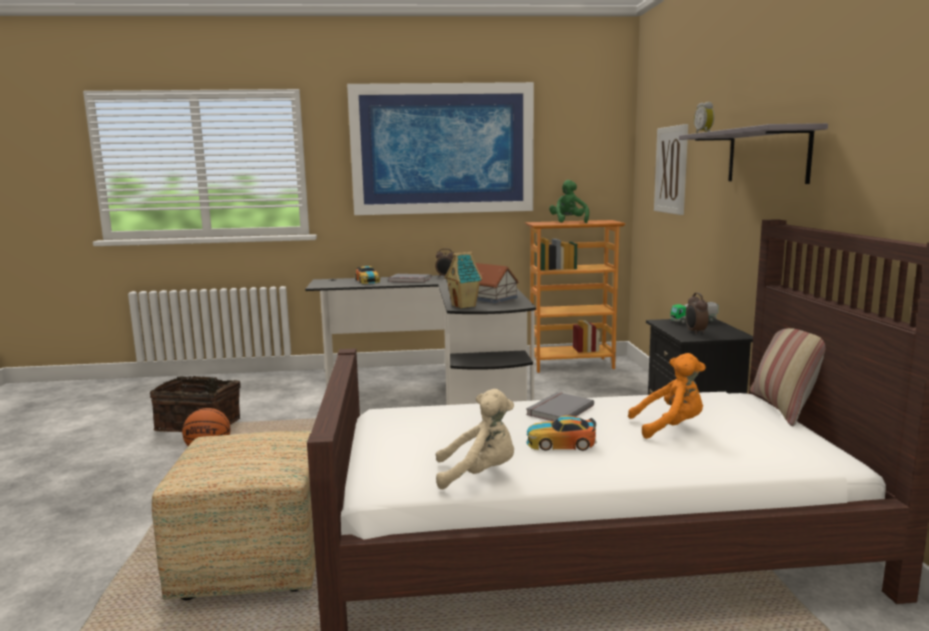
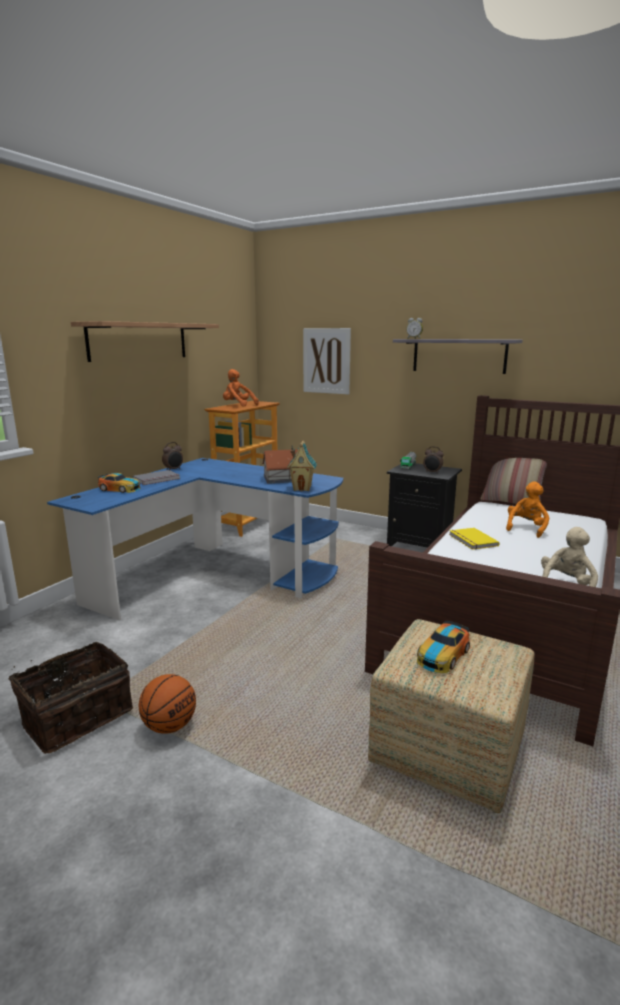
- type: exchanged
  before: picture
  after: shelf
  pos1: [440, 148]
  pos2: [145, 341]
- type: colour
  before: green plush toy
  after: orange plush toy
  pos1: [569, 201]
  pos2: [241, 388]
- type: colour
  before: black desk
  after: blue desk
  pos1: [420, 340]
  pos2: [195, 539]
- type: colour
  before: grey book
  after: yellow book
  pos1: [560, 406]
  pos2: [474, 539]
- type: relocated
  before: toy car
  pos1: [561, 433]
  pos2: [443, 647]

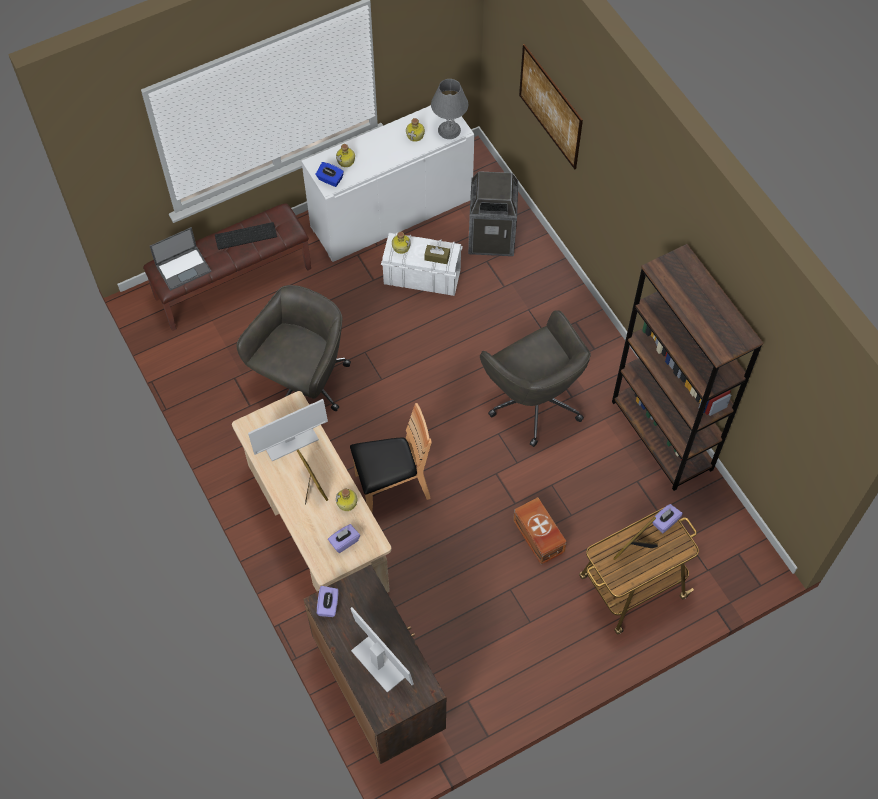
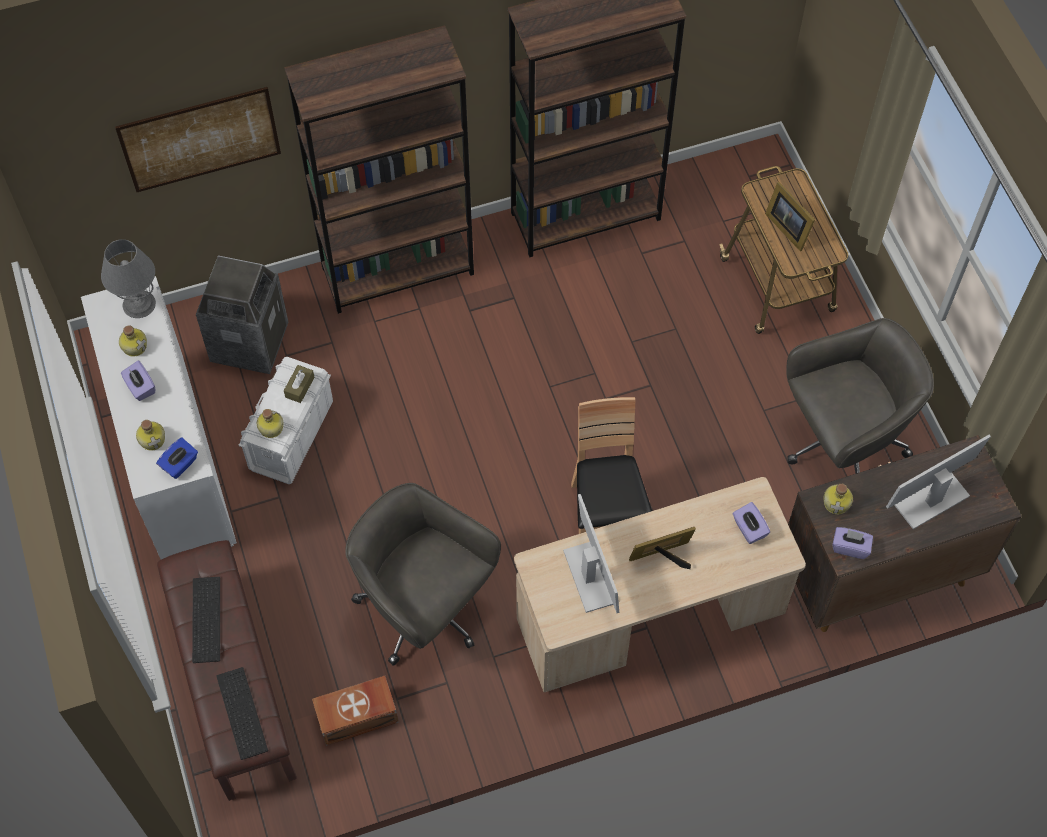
- type: exchanged
  before: laptop
  after: keyboard
  pos1: [180, 259]
  pos2: [242, 713]
- type: relocated
  before: grey office chair
  pos1: [535, 378]
  pos2: [860, 396]
- type: relocated
  before: bottle
  pos1: [346, 500]
  pos2: [838, 498]
- type: relocated
  before: brown storage box
  pos1: [540, 531]
  pos2: [355, 711]
- type: relocated
  before: purple tissue box
  pos1: [667, 518]
  pos2: [138, 380]
- type: appeared
  after: brown bookcase
  pos2: [379, 170]

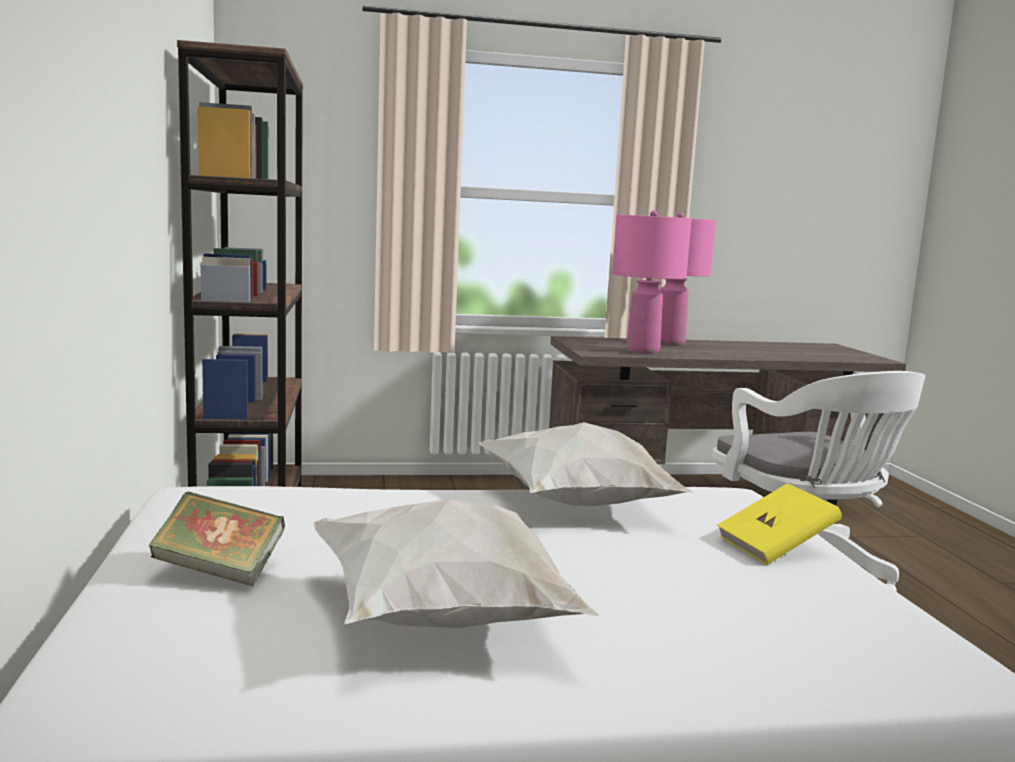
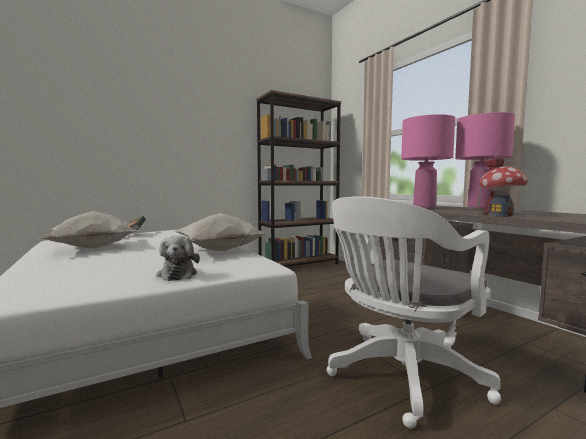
- type: exchanged
  before: yellow book
  after: plush toy
  pos1: [779, 524]
  pos2: [178, 258]
- type: appeared
  after: toy house
  pos2: [503, 187]

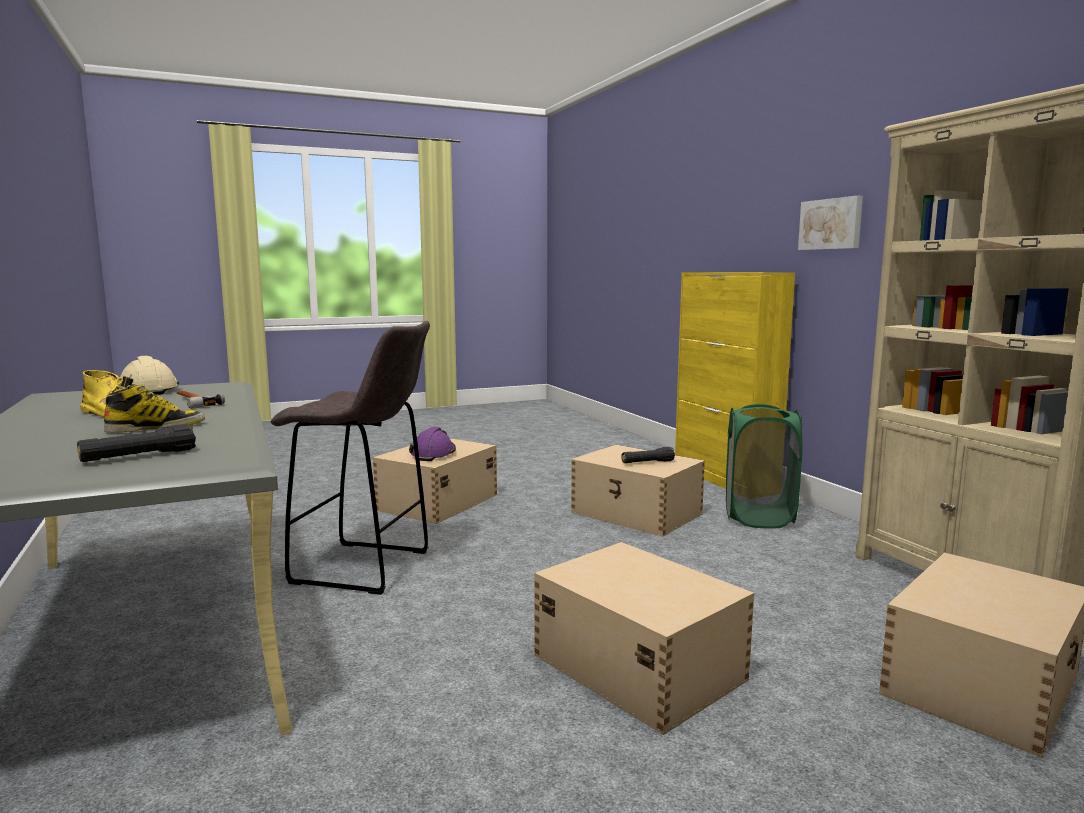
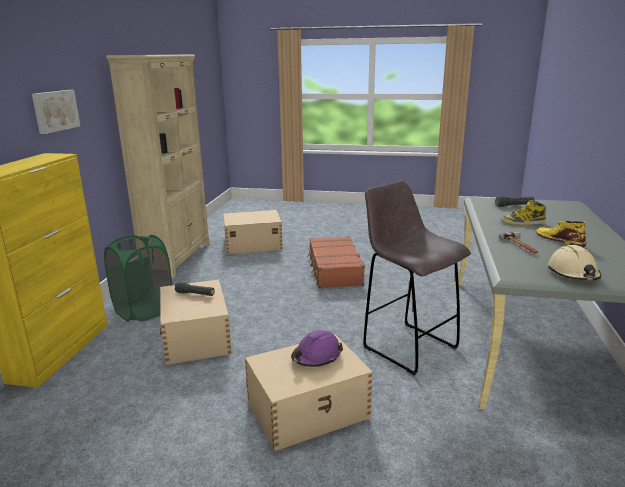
- type: exchanged
  before: beige storage box
  after: brown suitcase
  pos1: [644, 638]
  pos2: [336, 262]

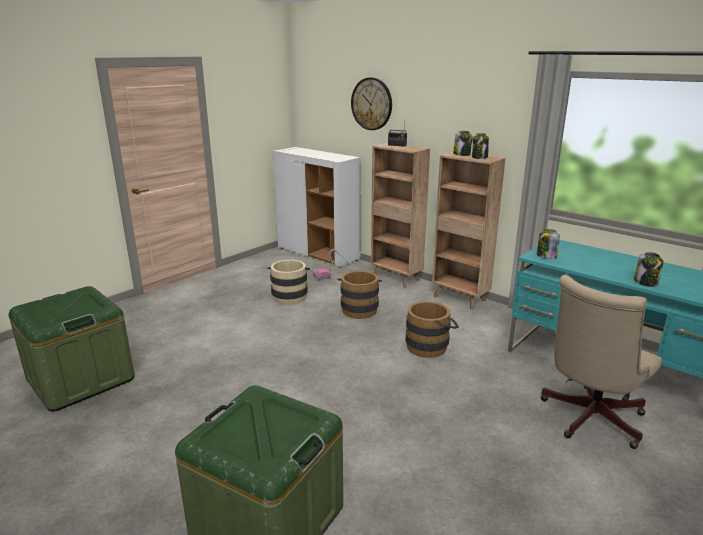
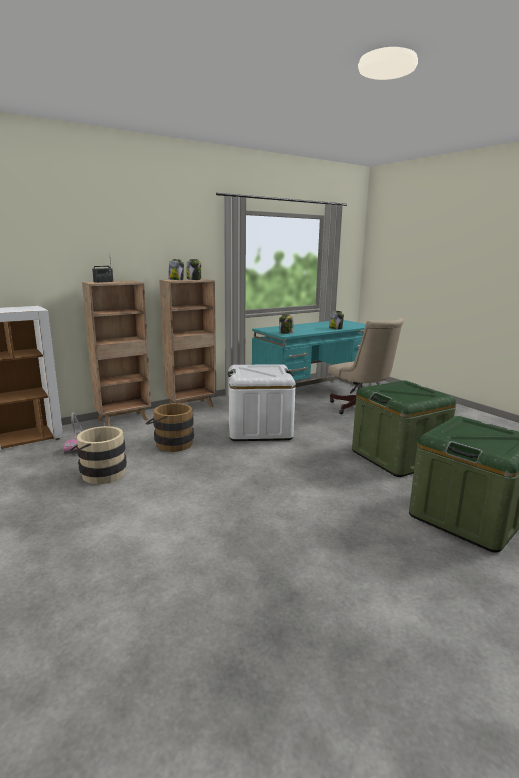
- type: missing
  before: wall clock
  pos1: [371, 103]
- type: relocated
  before: green storage box
  pos1: [72, 348]
  pos2: [404, 428]
- type: exchanged
  before: brown bucket
  after: white storage box
  pos1: [432, 329]
  pos2: [262, 402]

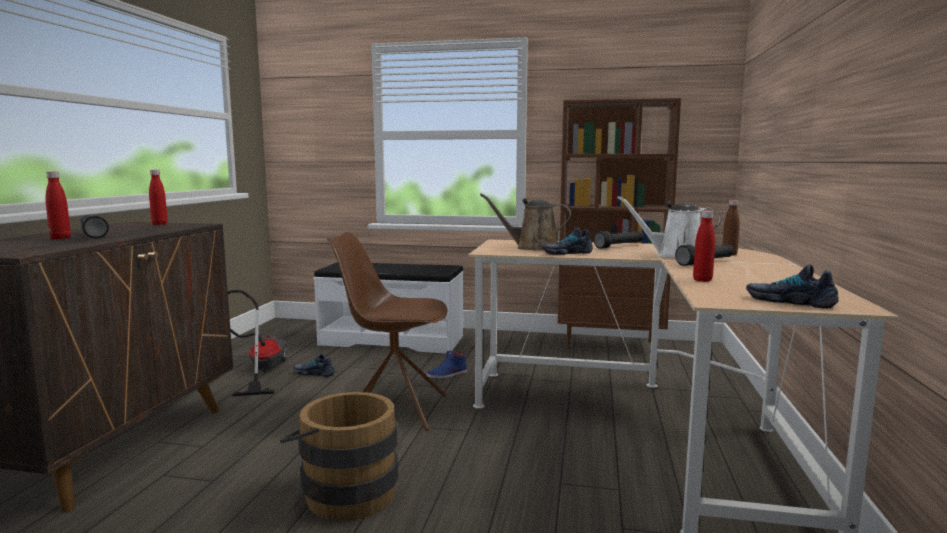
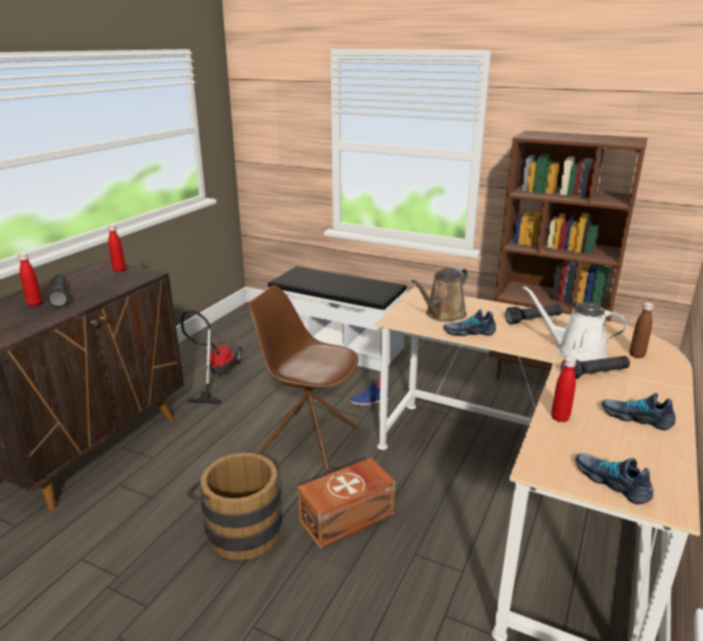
- type: spun
  before: brown watering can
  pos1: [525, 222]
  pos2: [439, 294]
  turn: -75
- type: relocated
  before: shoe
  pos1: [314, 365]
  pos2: [638, 411]
- type: appeared
  after: brown storage box
  pos2: [346, 503]

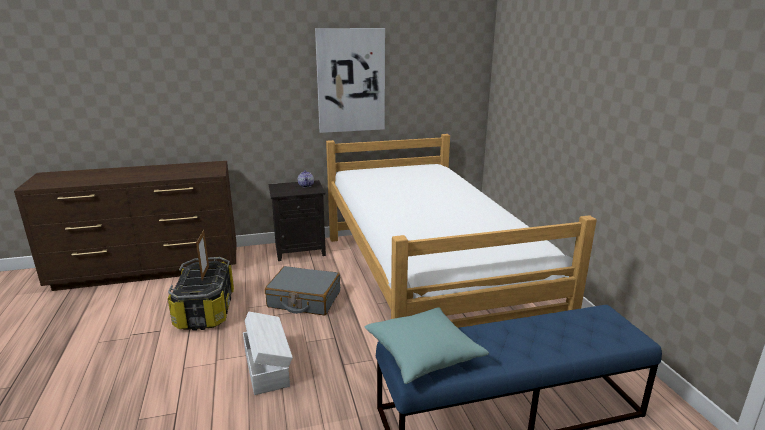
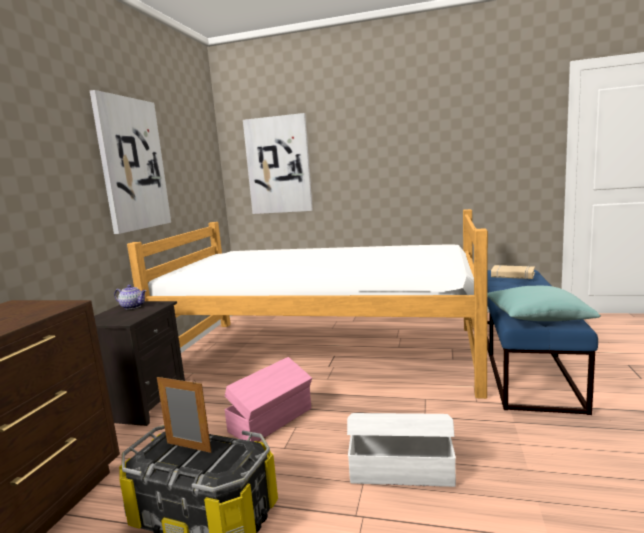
- type: exchanged
  before: grey suitcase
  after: pink storage box
  pos1: [302, 290]
  pos2: [268, 399]
- type: appeared
  after: picture
  pos2: [278, 163]
- type: appeared
  after: beige book
  pos2: [513, 272]

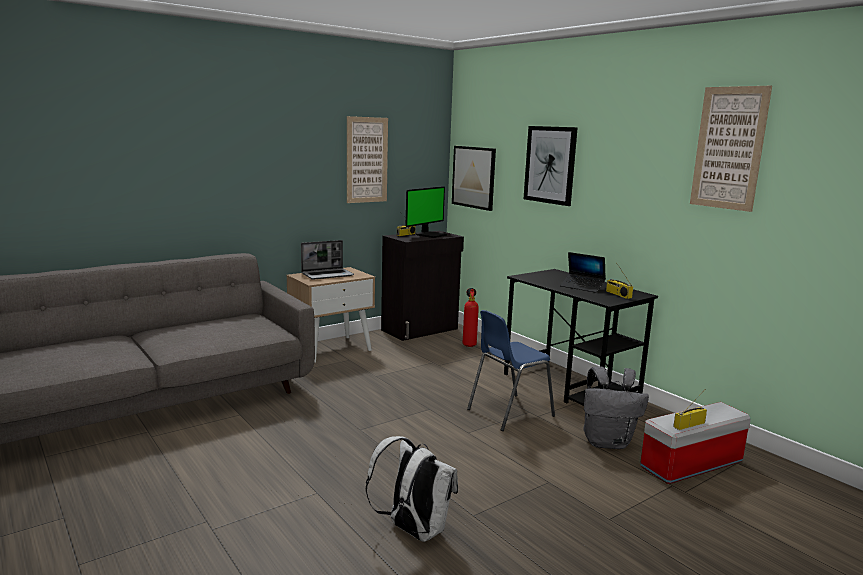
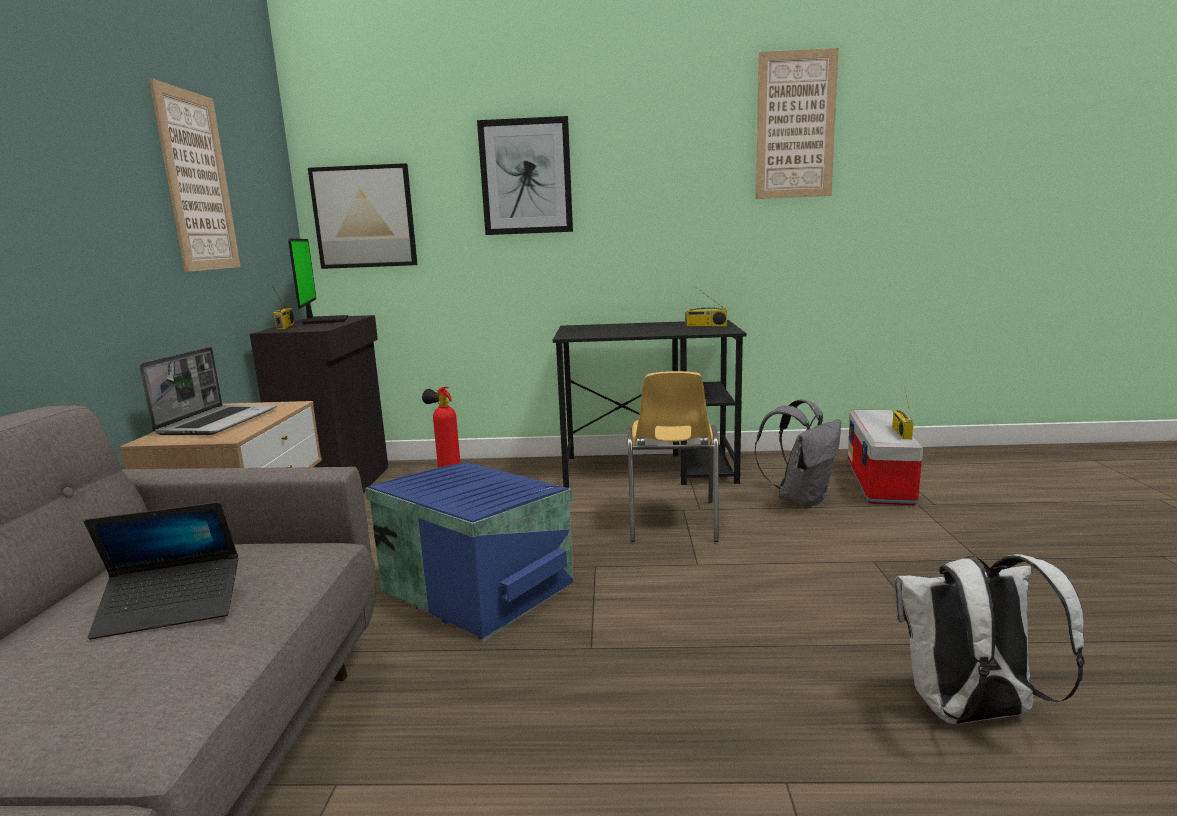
- type: relocated
  before: laptop
  pos1: [583, 272]
  pos2: [161, 571]
- type: colour
  before: blue chair
  after: yellow chair
  pos1: [511, 370]
  pos2: [673, 456]
- type: appeared
  after: blue storage box
  pos2: [469, 551]

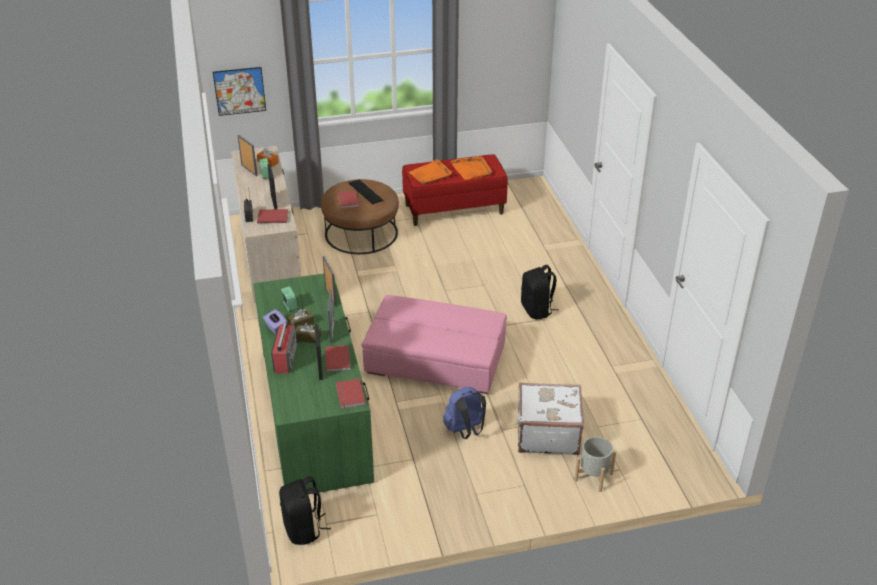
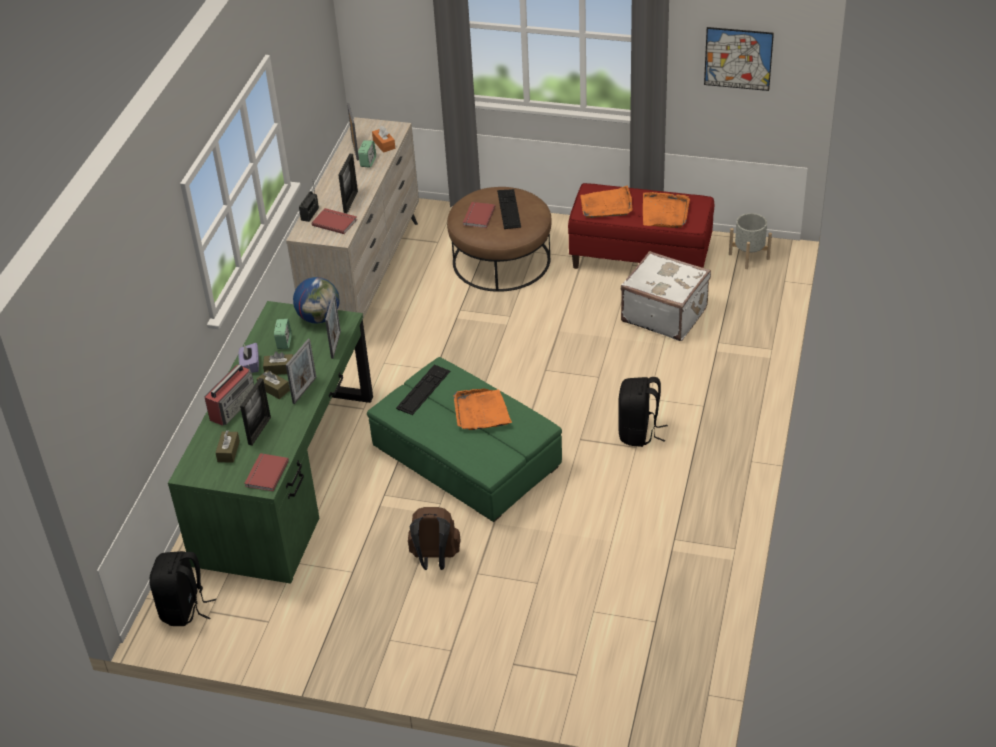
- type: relocated
  before: picture
  pos1: [239, 91]
  pos2: [739, 59]
- type: colour
  before: pink ottoman
  after: green ottoman
  pos1: [434, 344]
  pos2: [464, 439]
- type: missing
  before: red book
  pos1: [337, 358]
- type: relocated
  before: white suitcase
  pos1: [551, 419]
  pos2: [666, 296]
- type: colour
  before: blue backpack
  after: brown backpack
  pos1: [464, 413]
  pos2: [434, 538]
- type: relocated
  before: grey planter
  pos1: [595, 464]
  pos2: [750, 241]
- type: appeared
  after: globe
  pos2: [316, 300]
- type: appeared
  after: keyboard
  pos2: [423, 389]
- type: appeared
  after: orange tray
  pos2: [482, 409]
- type: appeared
  after: brown tissue box
  pos2: [227, 446]

